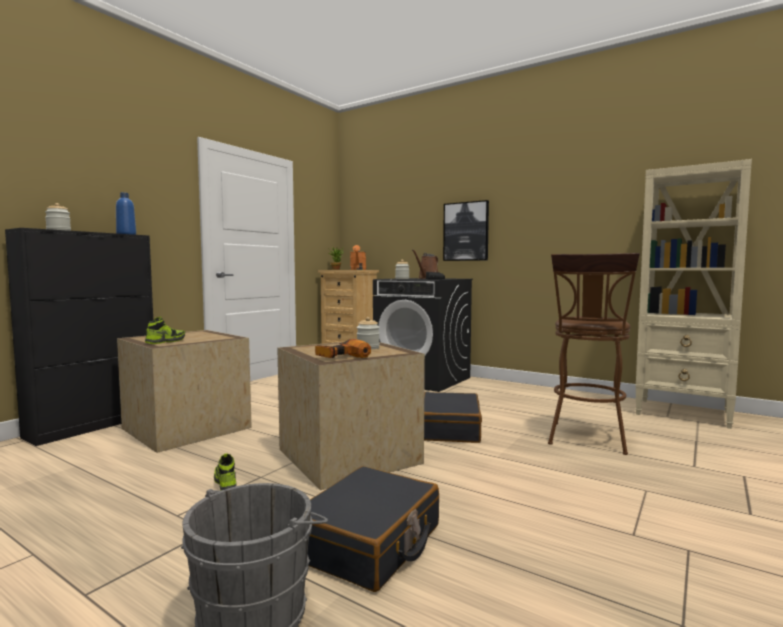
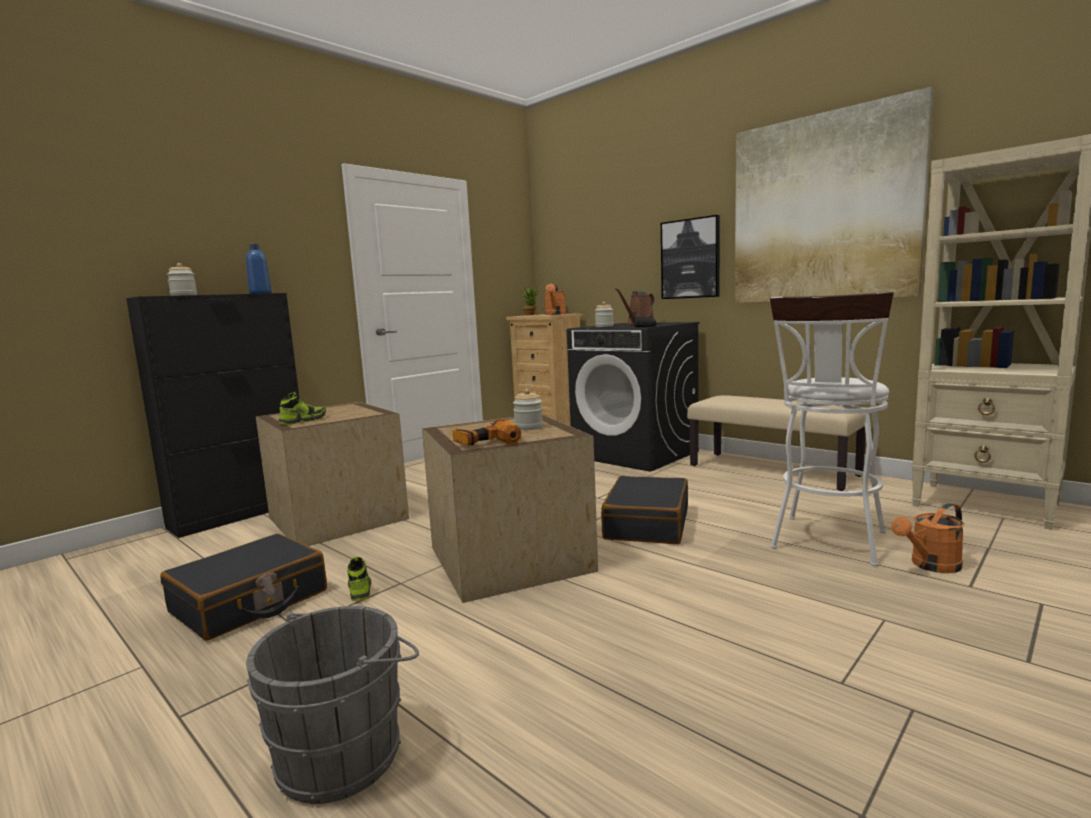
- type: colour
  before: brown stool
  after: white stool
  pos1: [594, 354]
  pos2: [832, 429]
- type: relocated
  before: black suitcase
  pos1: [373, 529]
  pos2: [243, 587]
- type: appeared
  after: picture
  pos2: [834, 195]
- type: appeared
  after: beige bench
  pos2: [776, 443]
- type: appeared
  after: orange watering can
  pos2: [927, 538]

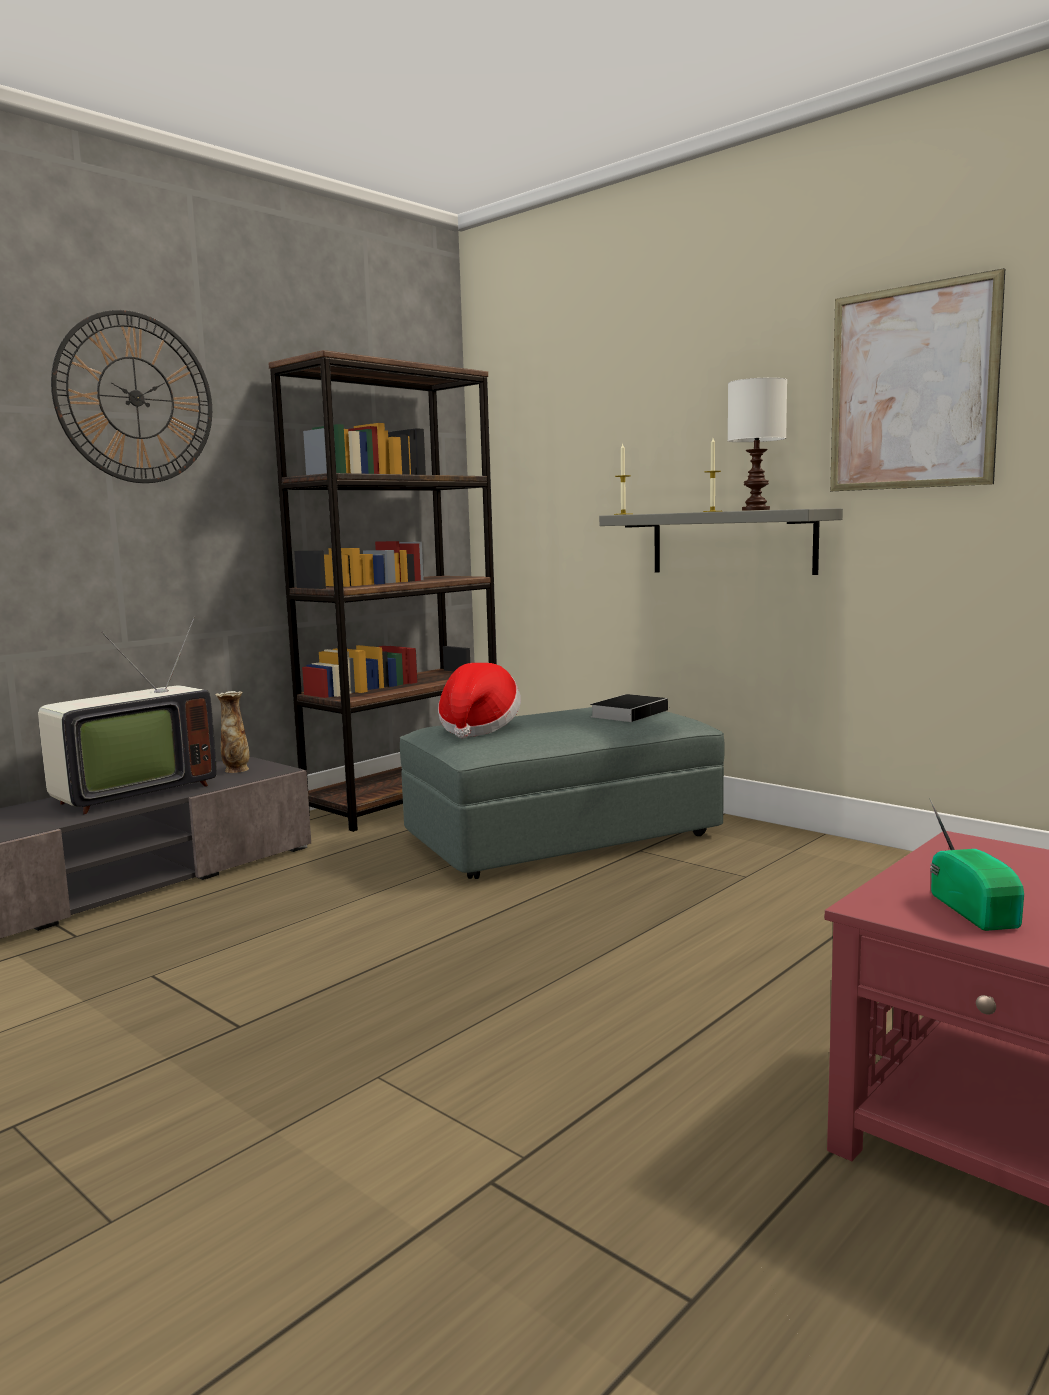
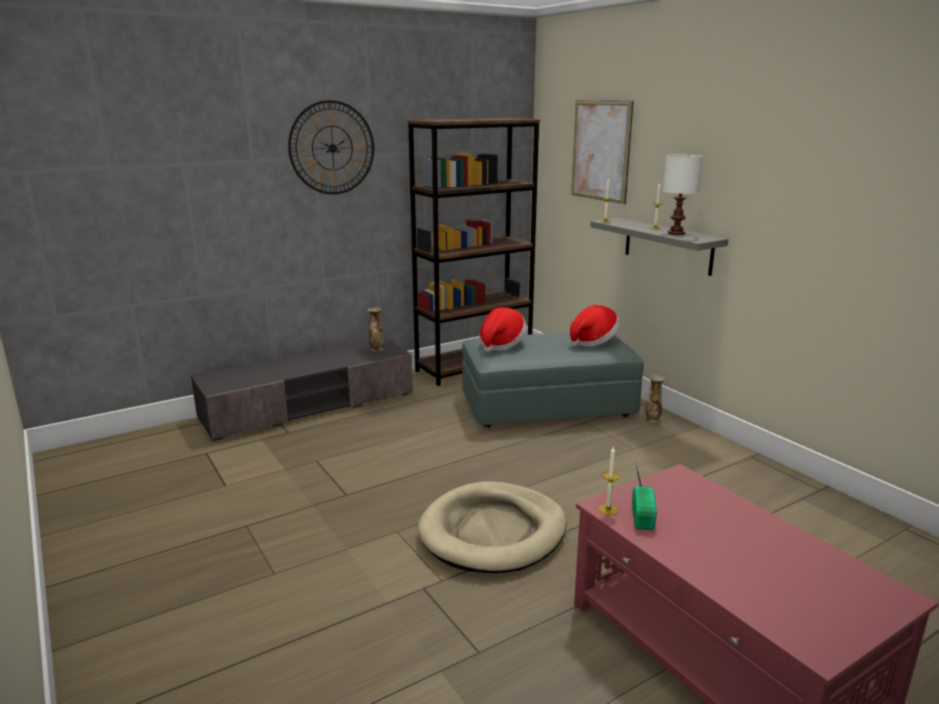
- type: relocated
  before: picture
  pos1: [917, 379]
  pos2: [602, 152]
- type: missing
  before: television
  pos1: [127, 715]
- type: exchanged
  before: book
  after: hat
  pos1: [630, 708]
  pos2: [595, 326]
- type: appeared
  after: vase
  pos2: [655, 399]
- type: appeared
  after: candle
  pos2: [609, 481]
- type: appeared
  after: beige dog bed
  pos2: [491, 527]

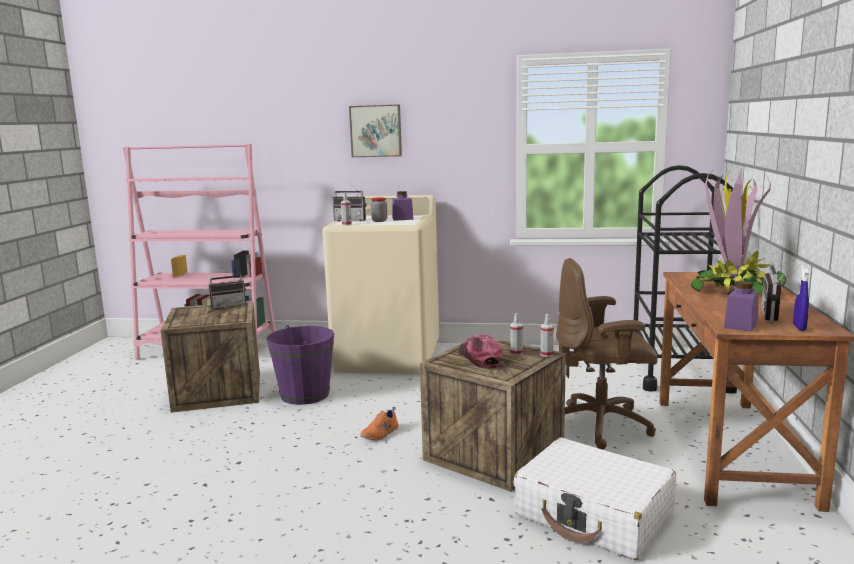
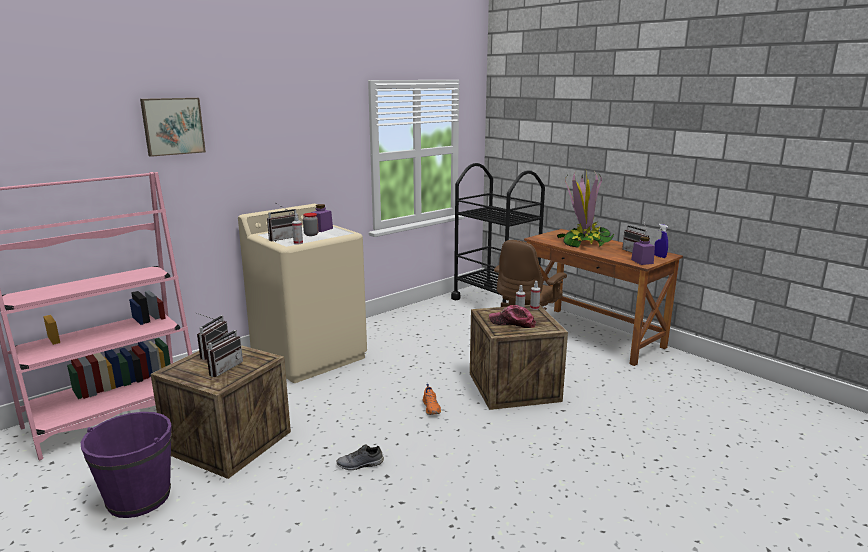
- type: relocated
  before: picture
  pos1: [375, 131]
  pos2: [173, 127]
- type: relocated
  before: purple bucket
  pos1: [300, 365]
  pos2: [126, 465]
- type: missing
  before: white suitcase
  pos1: [594, 499]
- type: appeared
  after: radio
  pos2: [224, 352]
- type: appeared
  after: grey shoe
  pos2: [360, 457]

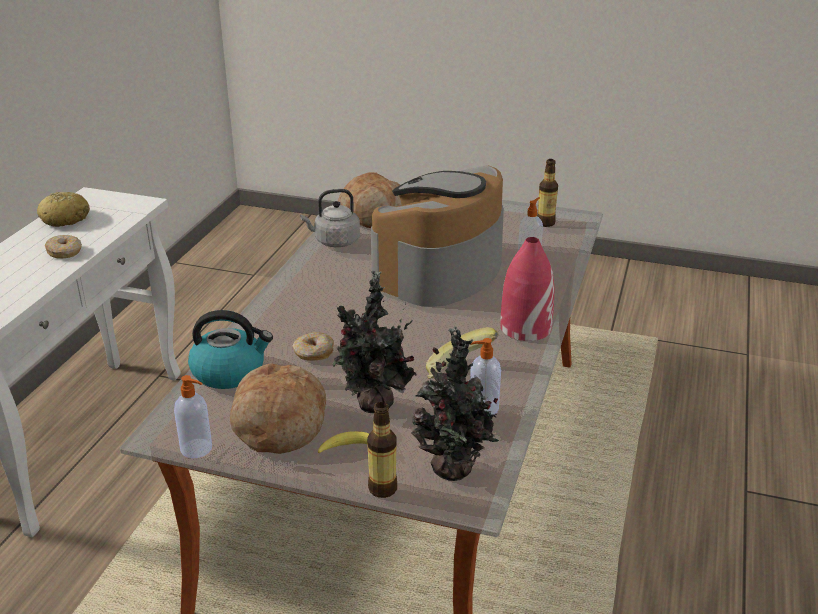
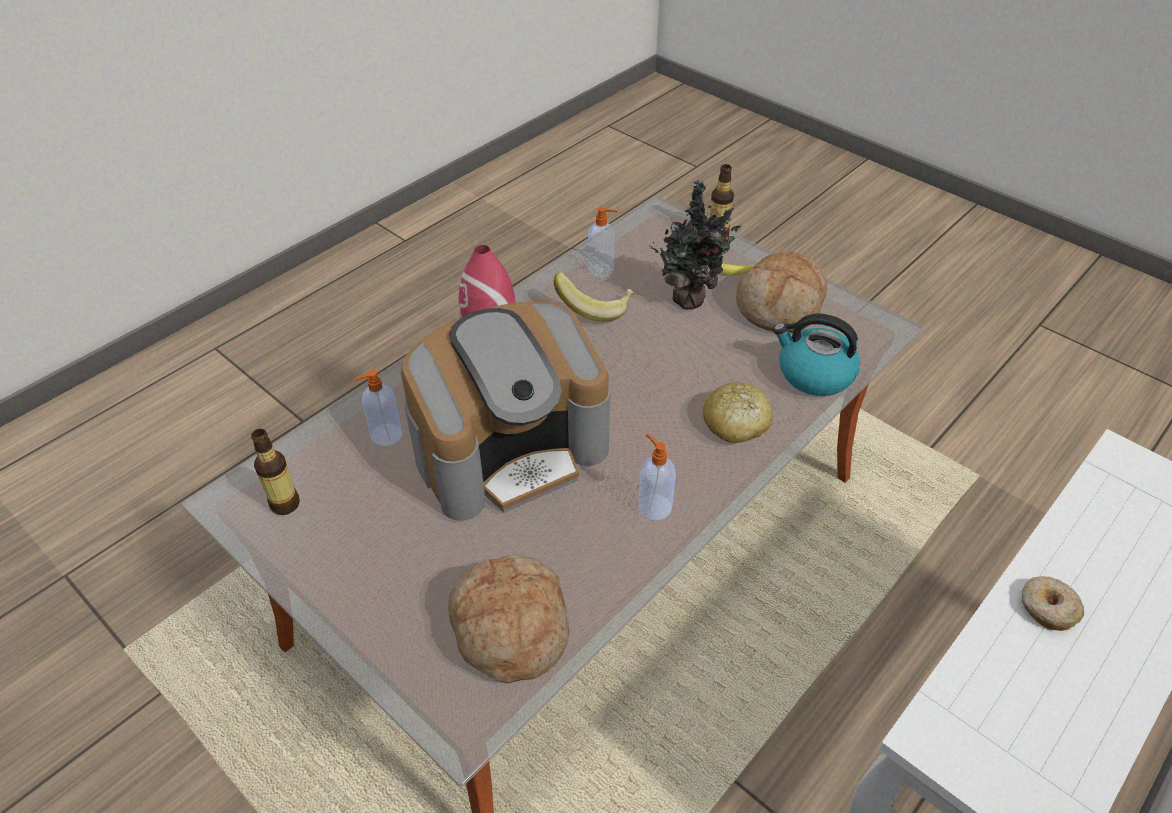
- type: missing
  before: grey kettle
  pos1: [330, 218]
- type: relocated
  before: bread
  pos1: [63, 209]
  pos2: [738, 412]
- type: missing
  before: potted plant
  pos1: [455, 403]
- type: missing
  before: donut
  pos1: [313, 346]
- type: relocated
  before: soap dispenser
  pos1: [193, 416]
  pos2: [657, 477]

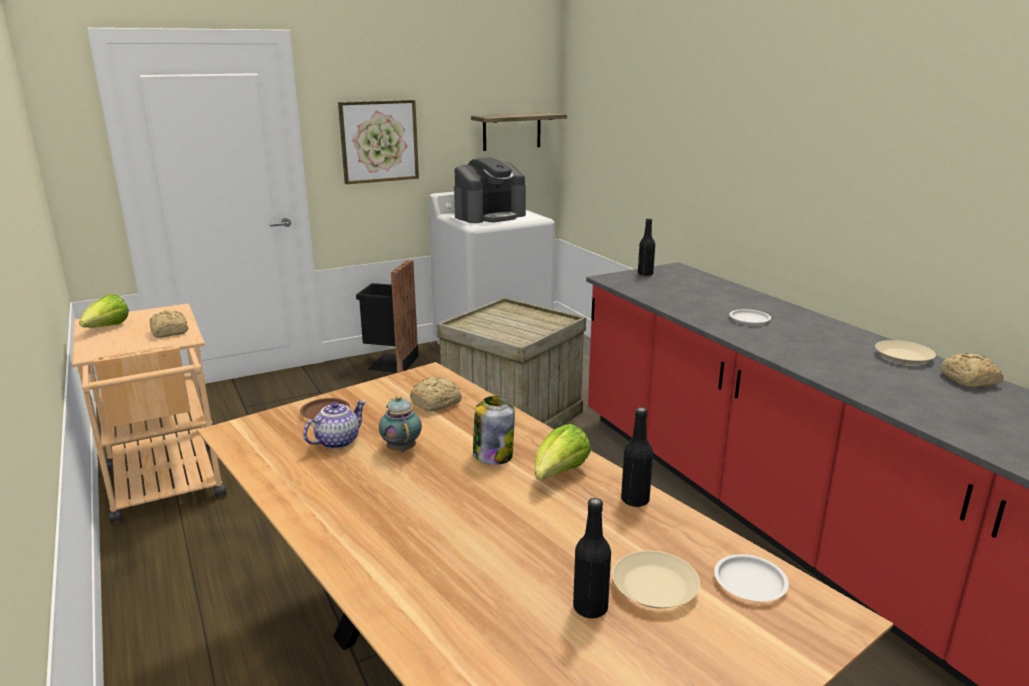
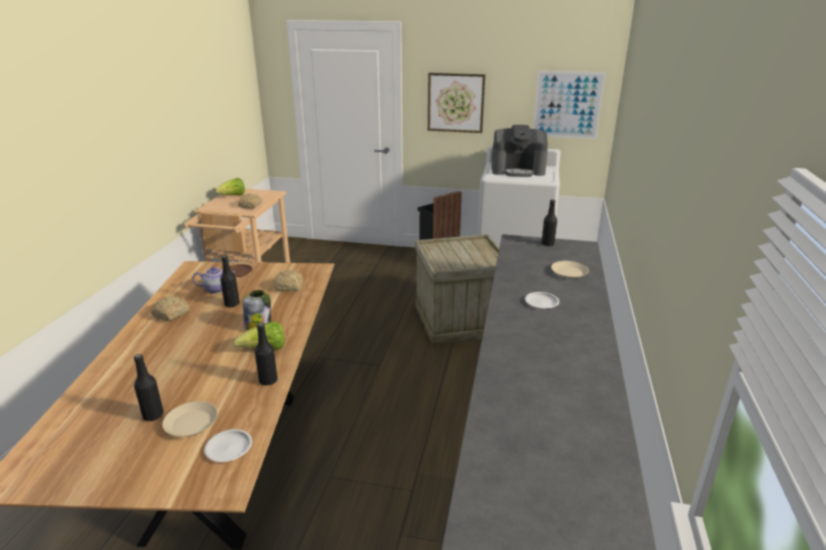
- type: exchanged
  before: shelf
  after: picture
  pos1: [519, 131]
  pos2: [569, 105]
- type: relocated
  before: beige plate
  pos1: [905, 352]
  pos2: [570, 270]
- type: relocated
  before: bread
  pos1: [972, 370]
  pos2: [170, 308]
- type: exchanged
  before: teapot
  after: black bottle
  pos1: [400, 423]
  pos2: [230, 281]

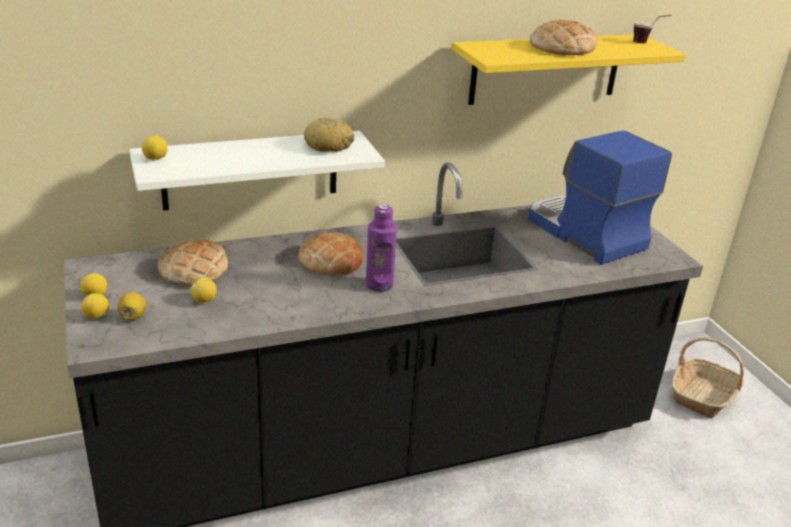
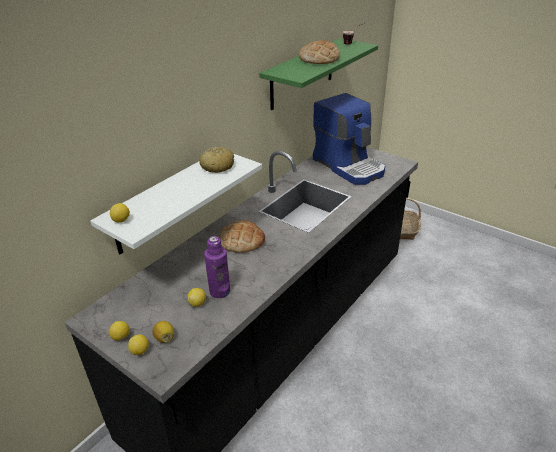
- type: colour
  before: yellow shelf
  after: green shelf
  pos1: [569, 69]
  pos2: [318, 74]
- type: spun
  before: coffee machine
  pos1: [600, 198]
  pos2: [349, 139]
  turn: -150
- type: relocated
  before: purple bottle
  pos1: [381, 248]
  pos2: [217, 267]
- type: missing
  before: bread
  pos1: [193, 263]

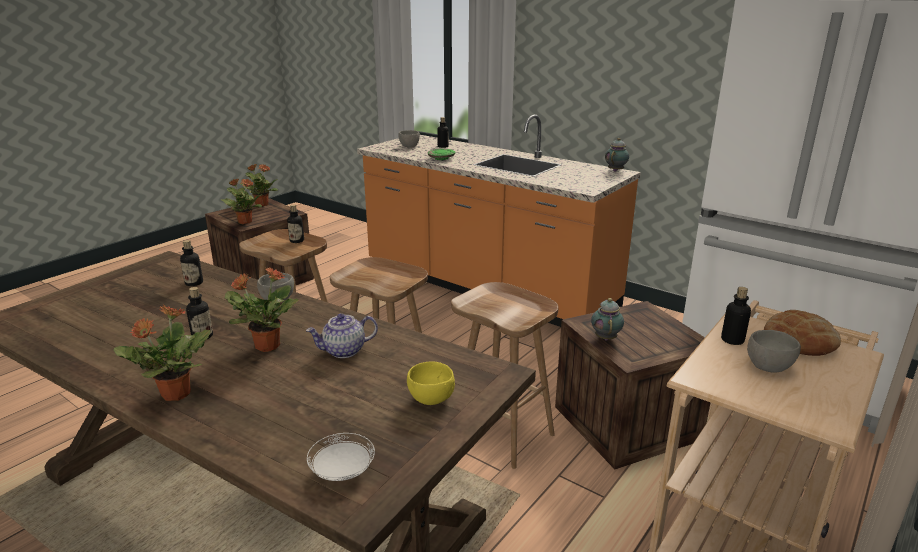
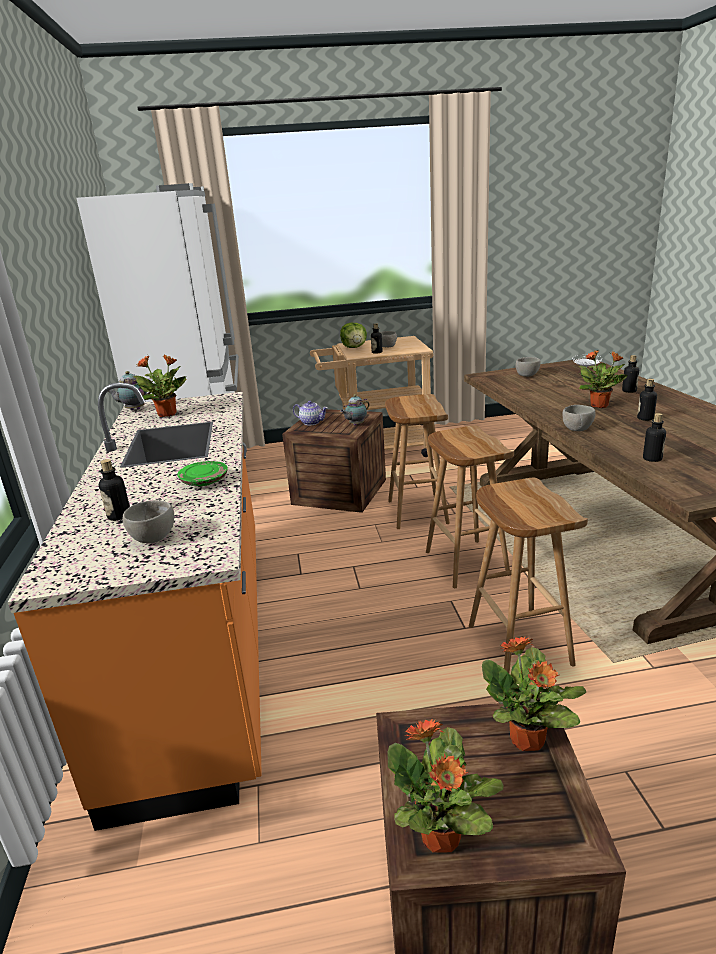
- type: relocated
  before: bottle
  pos1: [295, 224]
  pos2: [630, 374]
- type: relocated
  before: potted plant
  pos1: [162, 353]
  pos2: [159, 385]
- type: exchanged
  before: bread
  after: lettuce
  pos1: [802, 333]
  pos2: [353, 335]
- type: relocated
  before: teapot
  pos1: [342, 335]
  pos2: [310, 413]
- type: colour
  before: yellow bowl
  after: grey bowl
  pos1: [431, 383]
  pos2: [528, 367]

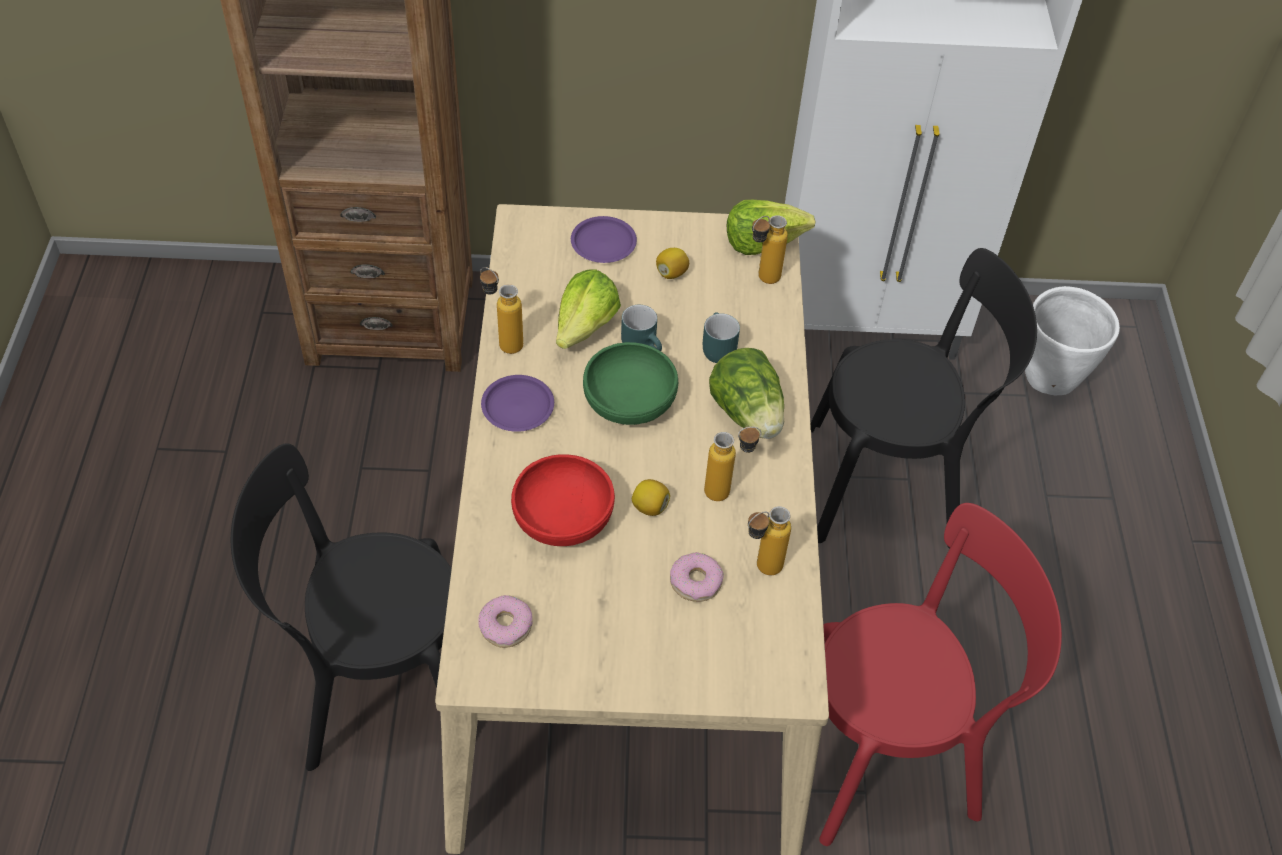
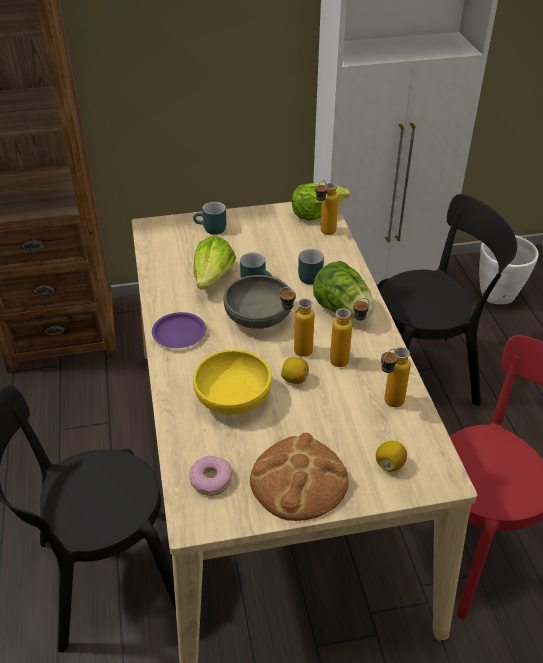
- type: exchanged
  before: purple plate
  after: turquoise mug
  pos1: [604, 239]
  pos2: [209, 218]
- type: relocated
  before: lemon
  pos1: [672, 263]
  pos2: [391, 456]
- type: relocated
  before: bottle
  pos1: [501, 310]
  pos2: [297, 322]
- type: colour
  before: green bowl
  after: grey bowl
  pos1: [630, 383]
  pos2: [257, 302]
- type: colour
  before: red bowl
  after: yellow bowl
  pos1: [563, 500]
  pos2: [232, 382]
- type: missing
  before: donut
  pos1: [697, 577]
- type: appeared
  after: bread
  pos2: [299, 477]

